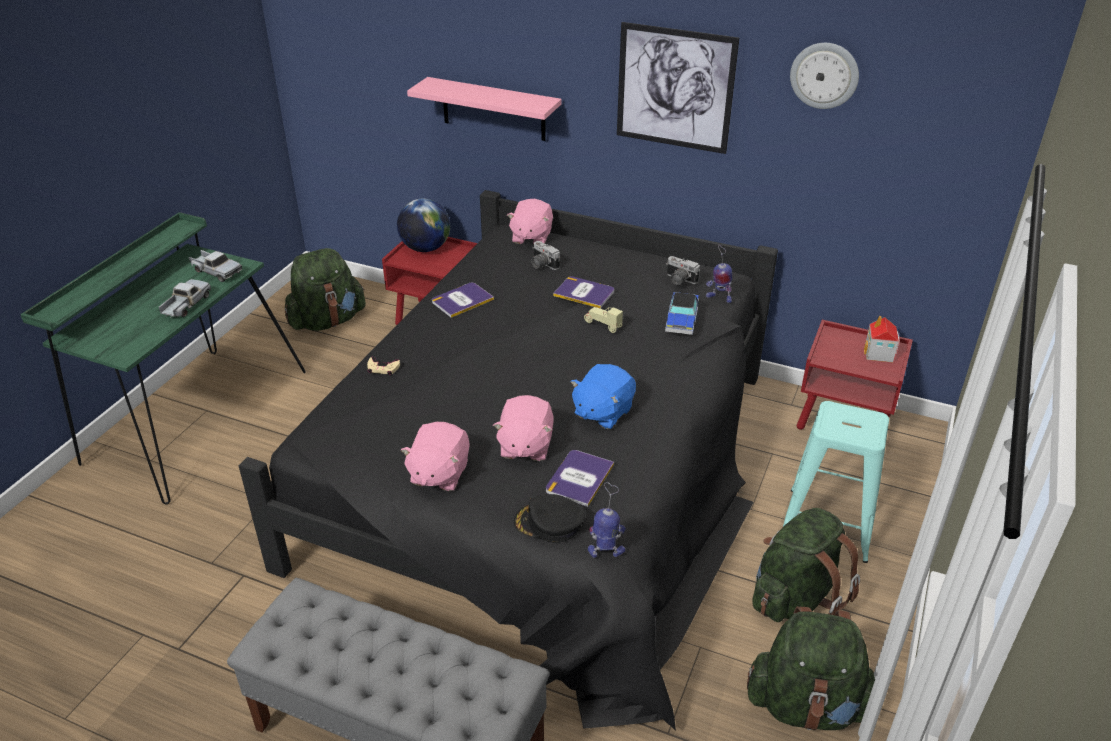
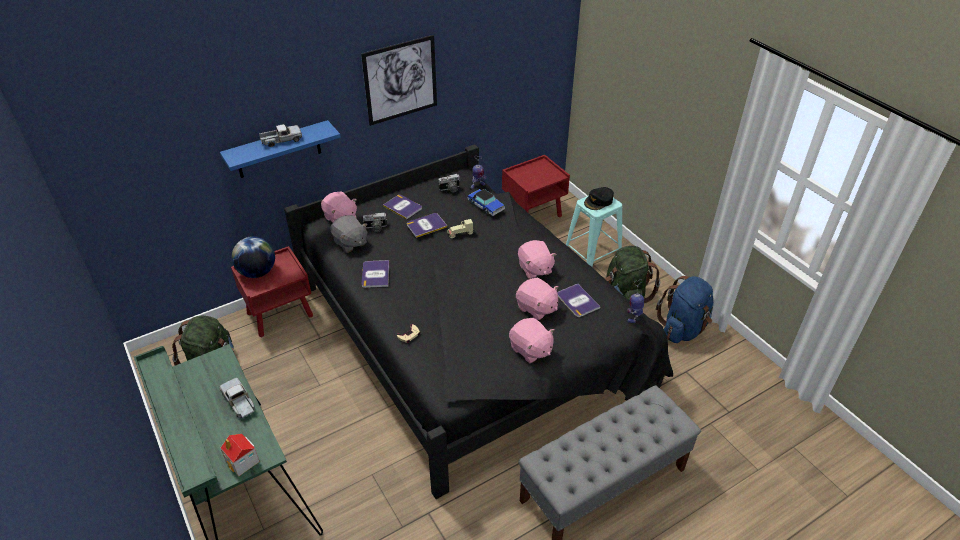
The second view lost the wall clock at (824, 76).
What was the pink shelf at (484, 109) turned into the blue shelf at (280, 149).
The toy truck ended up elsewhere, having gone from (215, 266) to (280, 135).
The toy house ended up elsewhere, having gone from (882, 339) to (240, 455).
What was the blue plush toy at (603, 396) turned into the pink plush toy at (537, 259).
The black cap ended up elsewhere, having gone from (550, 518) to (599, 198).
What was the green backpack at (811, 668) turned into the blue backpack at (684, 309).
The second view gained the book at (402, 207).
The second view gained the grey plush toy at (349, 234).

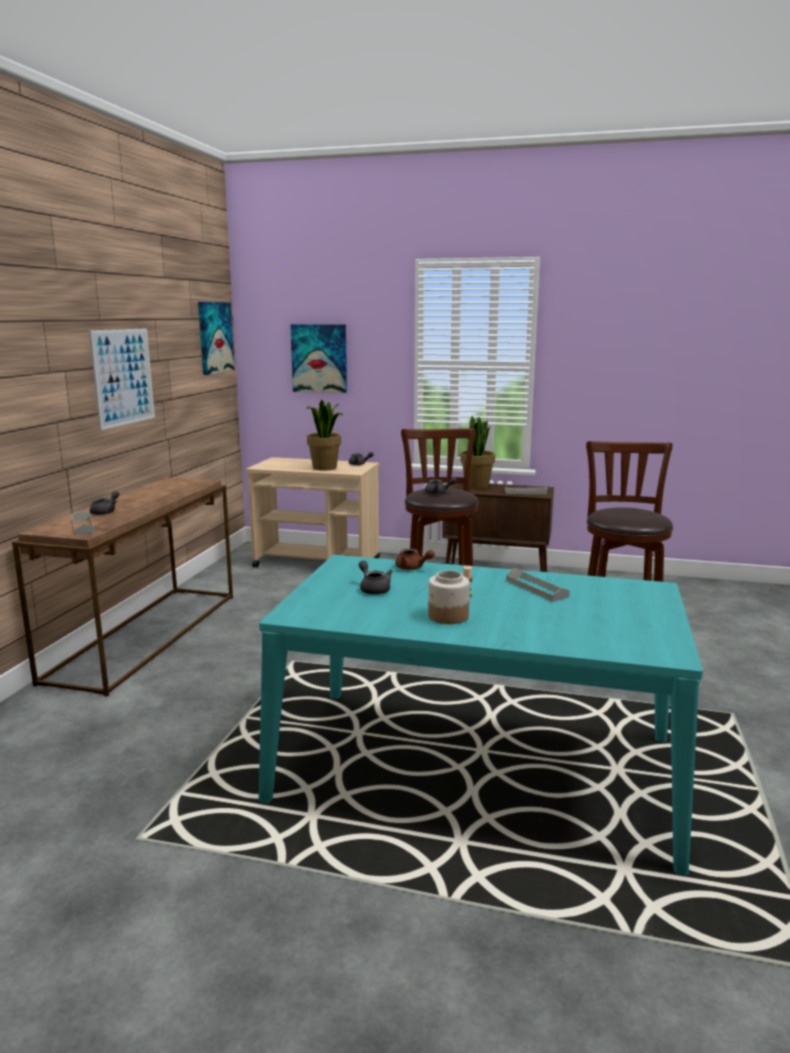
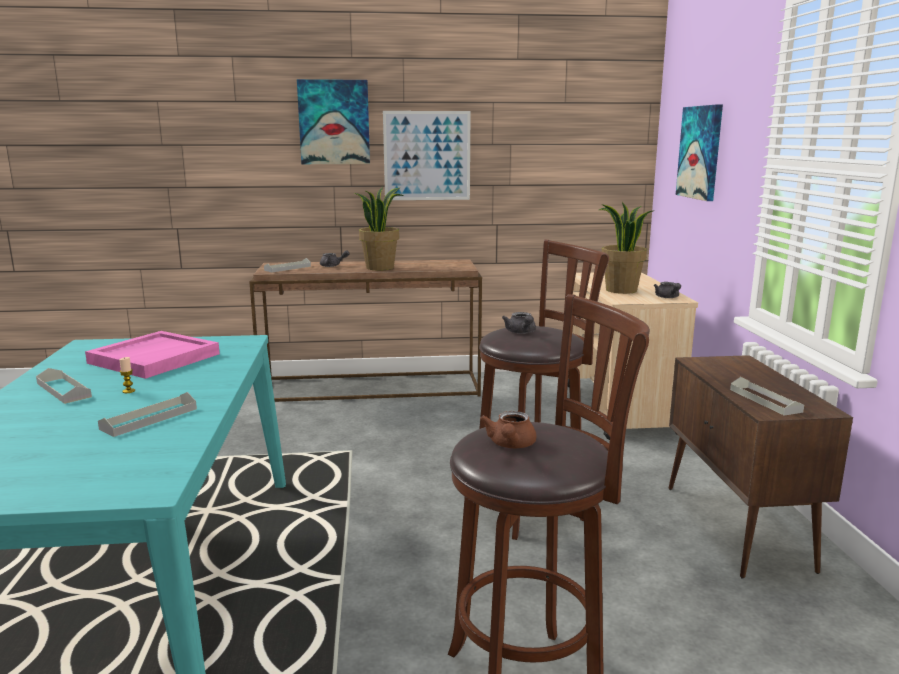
The picture ended up elsewhere, having gone from (216, 338) to (333, 121).
The potted plant ended up elsewhere, having gone from (477, 452) to (379, 228).
The brown teapot ended up elsewhere, having gone from (415, 559) to (508, 429).
Where the grey teapot stood at (376, 577), the pink tray came to stand at (152, 355).
Where the jar stood at (449, 597), the grey tray came to stand at (64, 386).

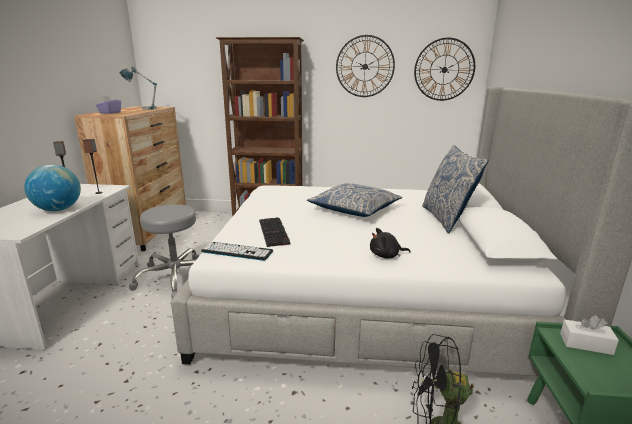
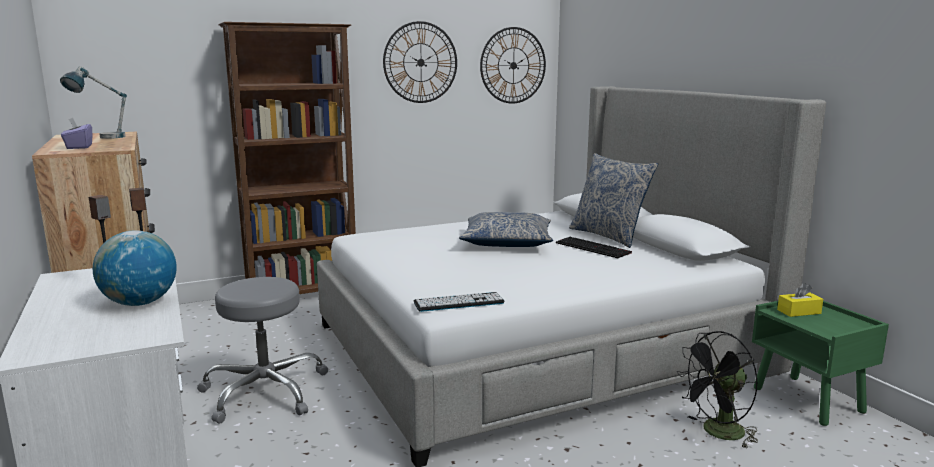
The keyboard ended up elsewhere, having gone from (274, 232) to (594, 247).
The second view lost the black plush toy at (390, 243).
What was the white tissue box at (589, 335) turned into the yellow tissue box at (800, 300).

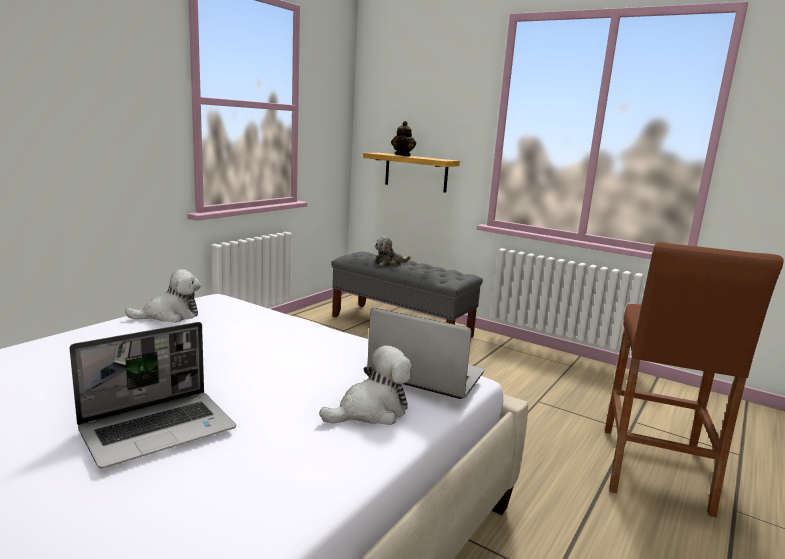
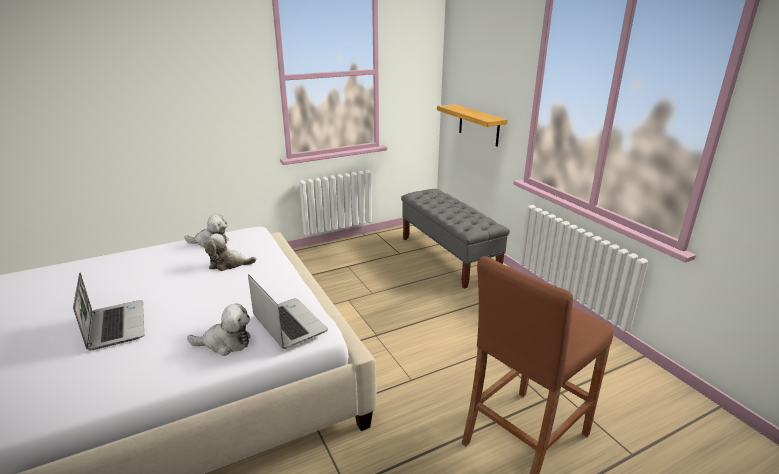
The second view lost the teapot at (403, 138).
The plush toy ended up elsewhere, having gone from (393, 251) to (230, 252).
The laptop at (152, 395) ended up facing another way, 105 degrees counterclockwise from before.

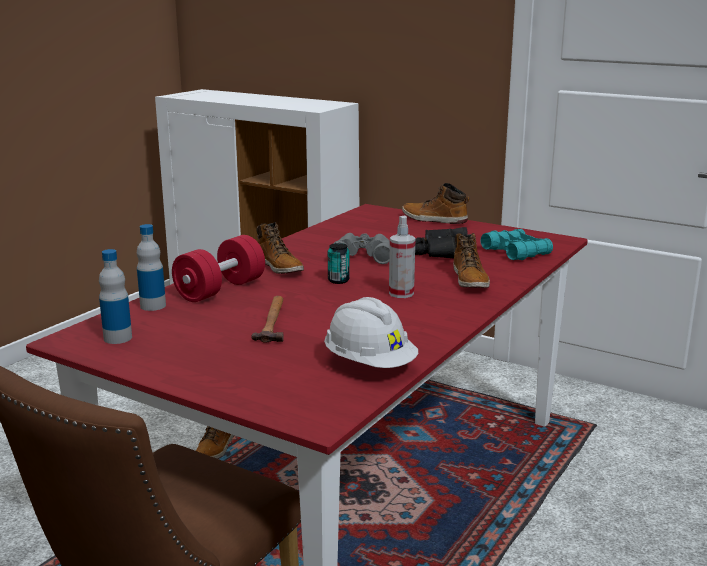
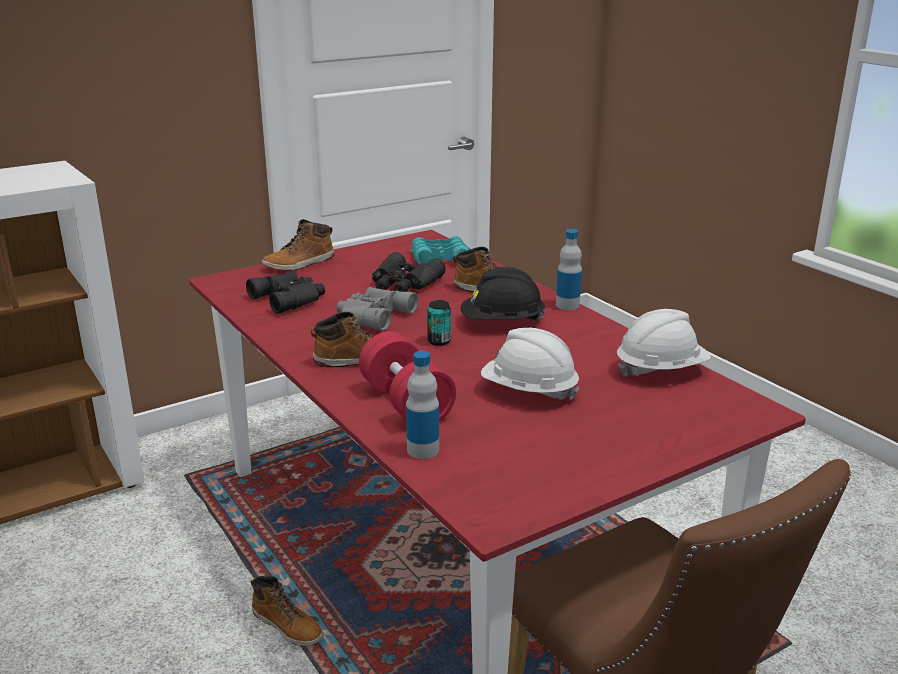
Where the spray bottle stood at (402, 257), the black hard hat came to stand at (503, 294).
The bottle ended up elsewhere, having gone from (115, 296) to (569, 269).
Where the hammer stood at (267, 319), the white hard hat came to stand at (530, 364).
The second view gained the black binoculars at (285, 293).

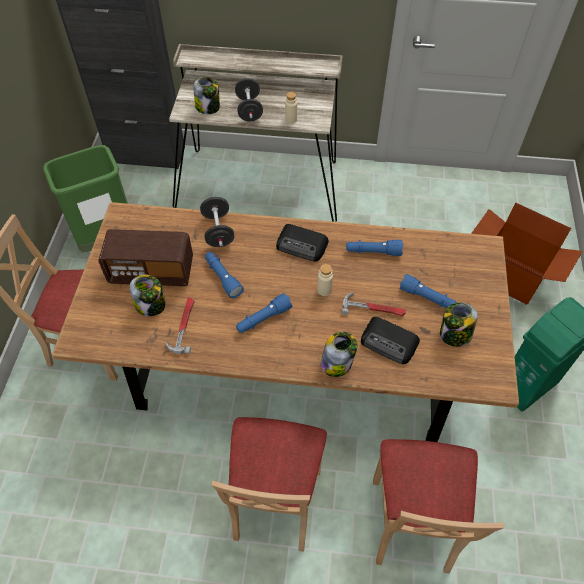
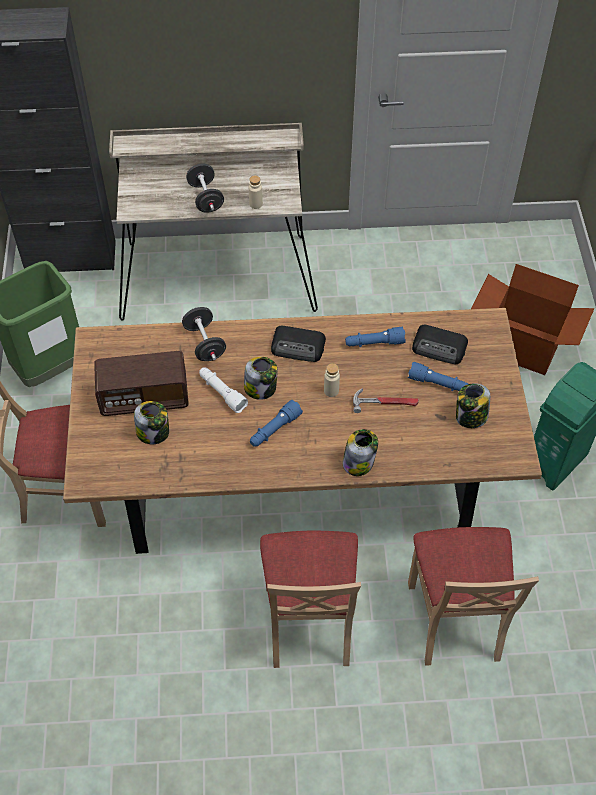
The jar ended up elsewhere, having gone from (206, 95) to (261, 378).
What was the blue flashlight at (224, 275) turned into the white flashlight at (223, 390).
The second view lost the hammer at (180, 325).
The radio ended up elsewhere, having gone from (390, 340) to (440, 345).

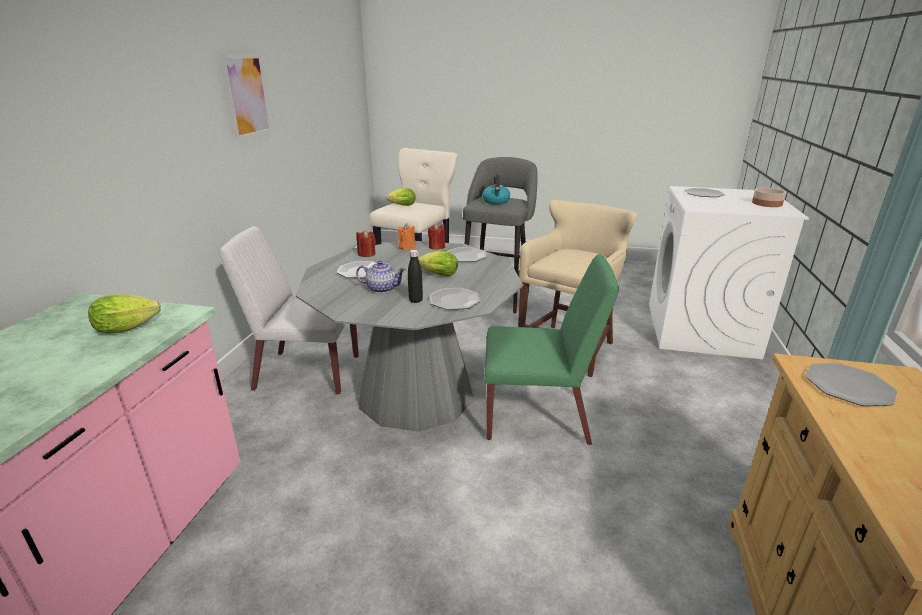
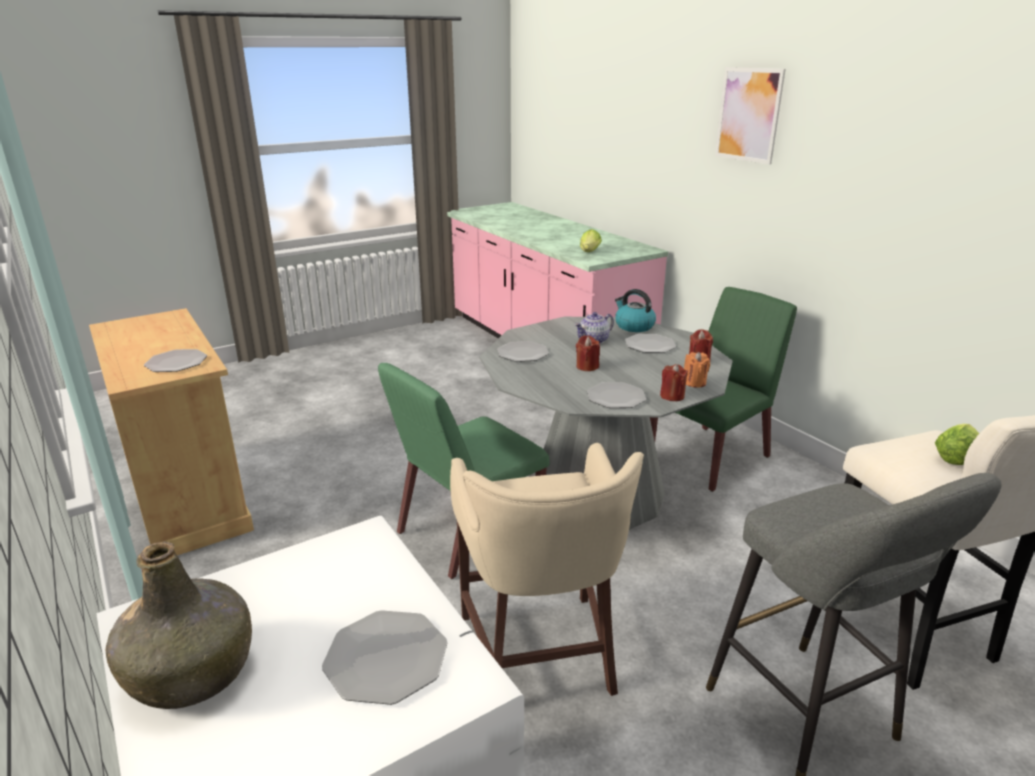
The picture ended up elsewhere, having gone from (246, 97) to (750, 116).
The kettle ended up elsewhere, having gone from (496, 189) to (635, 310).
Where the bowl stood at (769, 197), the green bottle came to stand at (179, 625).
What was the white chair at (289, 310) turned into the green chair at (723, 389).
The second view lost the black bottle at (415, 276).
Where the lettuce stood at (438, 263), the red candle came to stand at (588, 353).

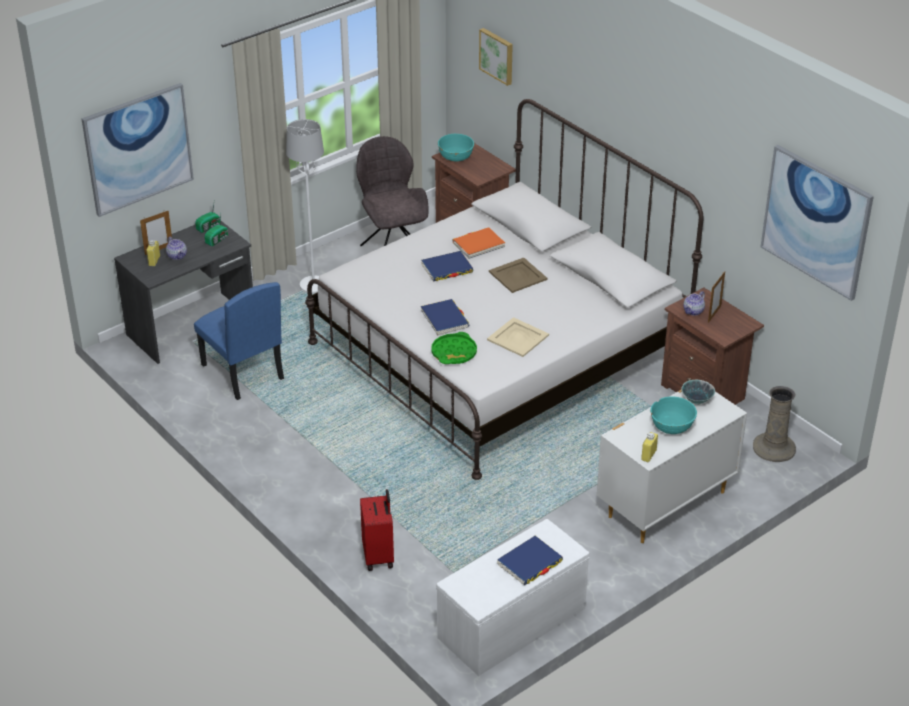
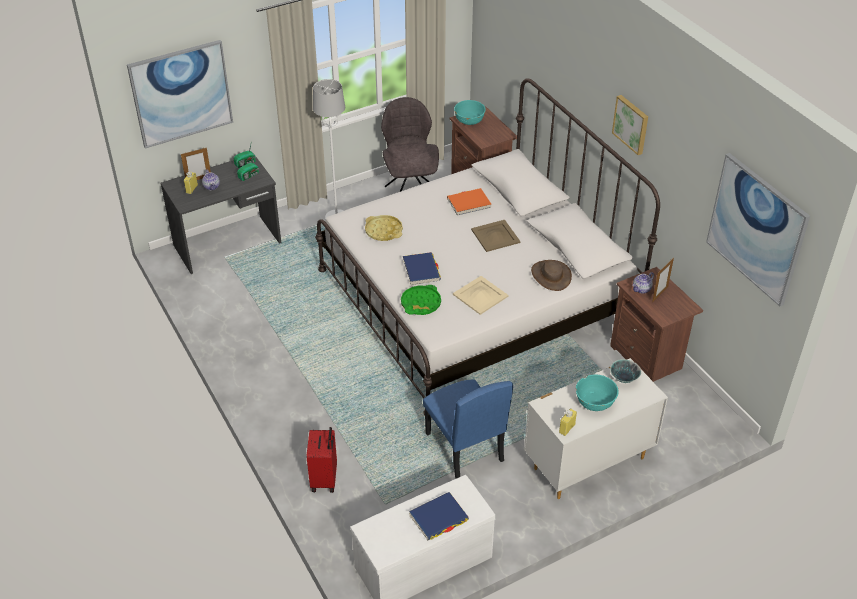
The picture ended up elsewhere, having gone from (496, 57) to (630, 125).
The second view lost the blue book at (447, 266).
The blue chair ended up elsewhere, having gone from (239, 341) to (468, 429).
The second view lost the beige vase at (774, 424).
The second view gained the yellow tray at (384, 228).
The second view gained the brown hat at (551, 275).

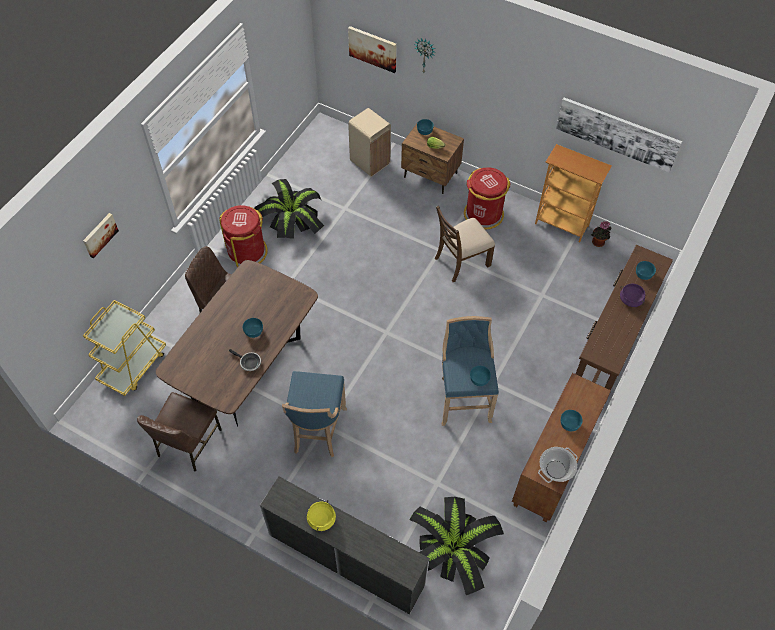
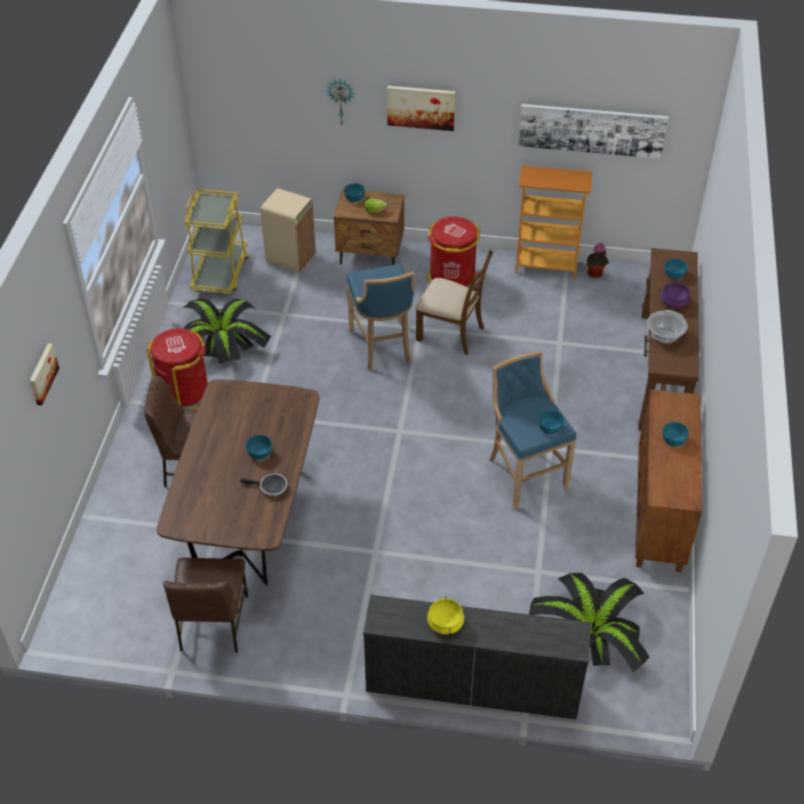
The picture ended up elsewhere, having gone from (372, 49) to (421, 108).
The brown chair at (465, 244) ended up facing another way, 105 degrees counterclockwise from before.
The yellow cart ended up elsewhere, having gone from (124, 348) to (216, 241).
The blue stool ended up elsewhere, having gone from (314, 414) to (380, 317).
The cooking pot ended up elsewhere, having gone from (558, 465) to (667, 326).

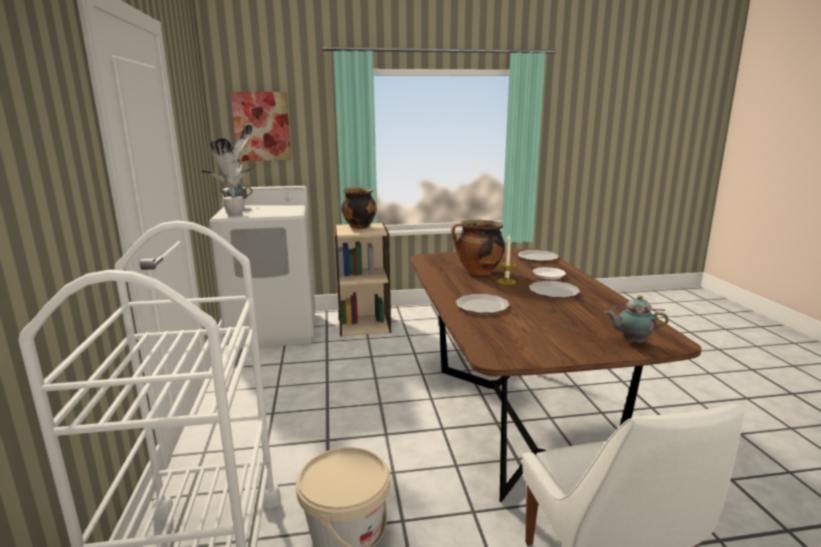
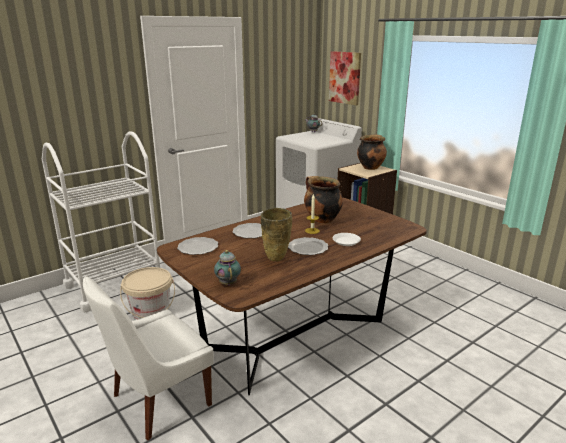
The second view lost the potted plant at (228, 170).
The plate ended up elsewhere, having gone from (538, 256) to (197, 246).
The second view gained the beige vase at (276, 235).

